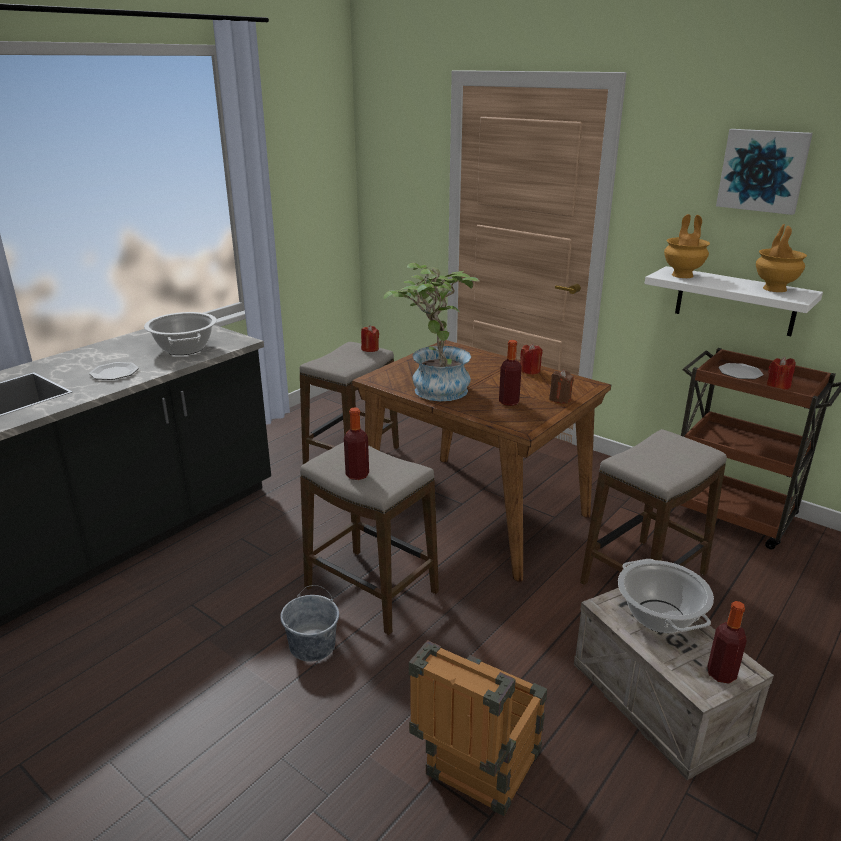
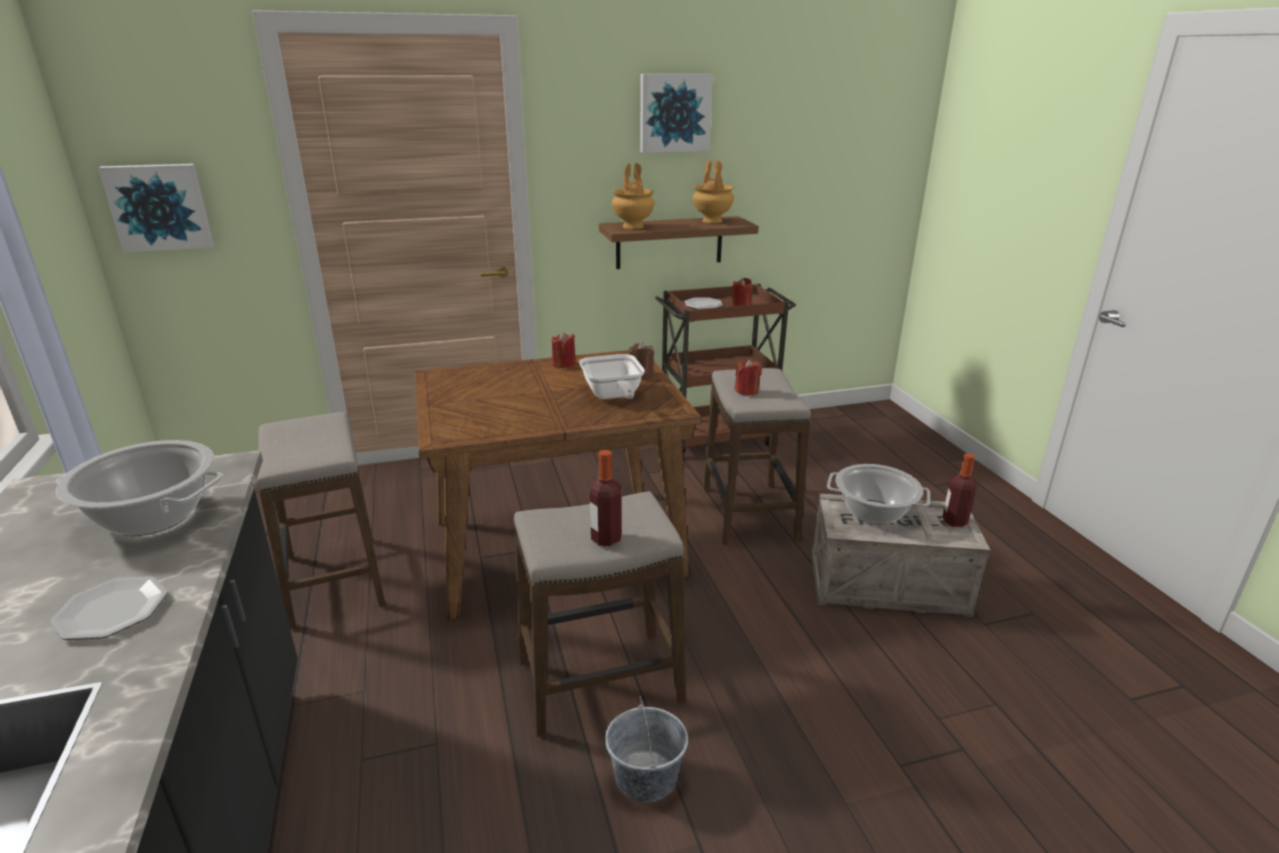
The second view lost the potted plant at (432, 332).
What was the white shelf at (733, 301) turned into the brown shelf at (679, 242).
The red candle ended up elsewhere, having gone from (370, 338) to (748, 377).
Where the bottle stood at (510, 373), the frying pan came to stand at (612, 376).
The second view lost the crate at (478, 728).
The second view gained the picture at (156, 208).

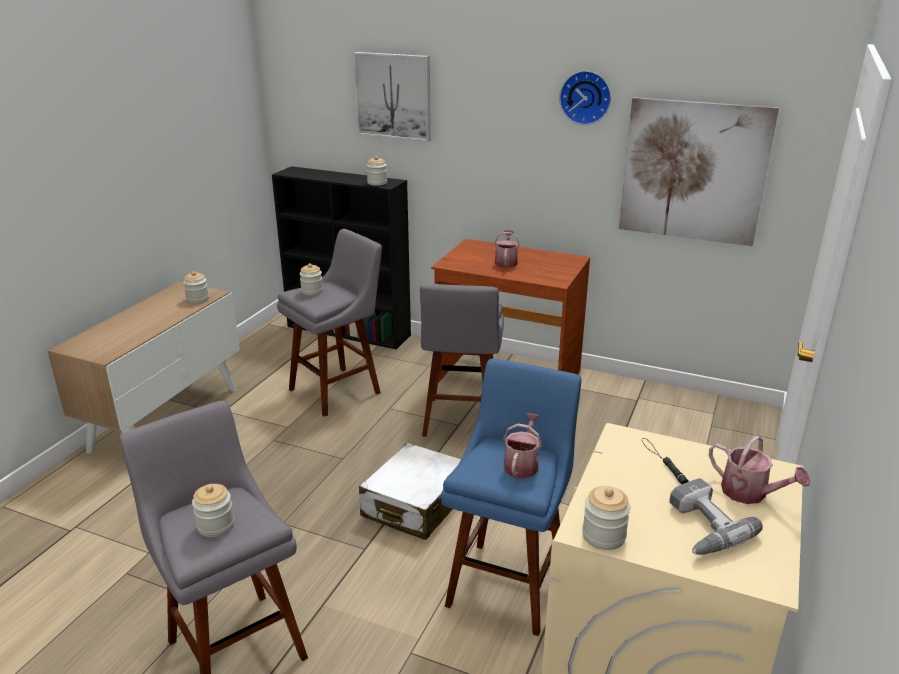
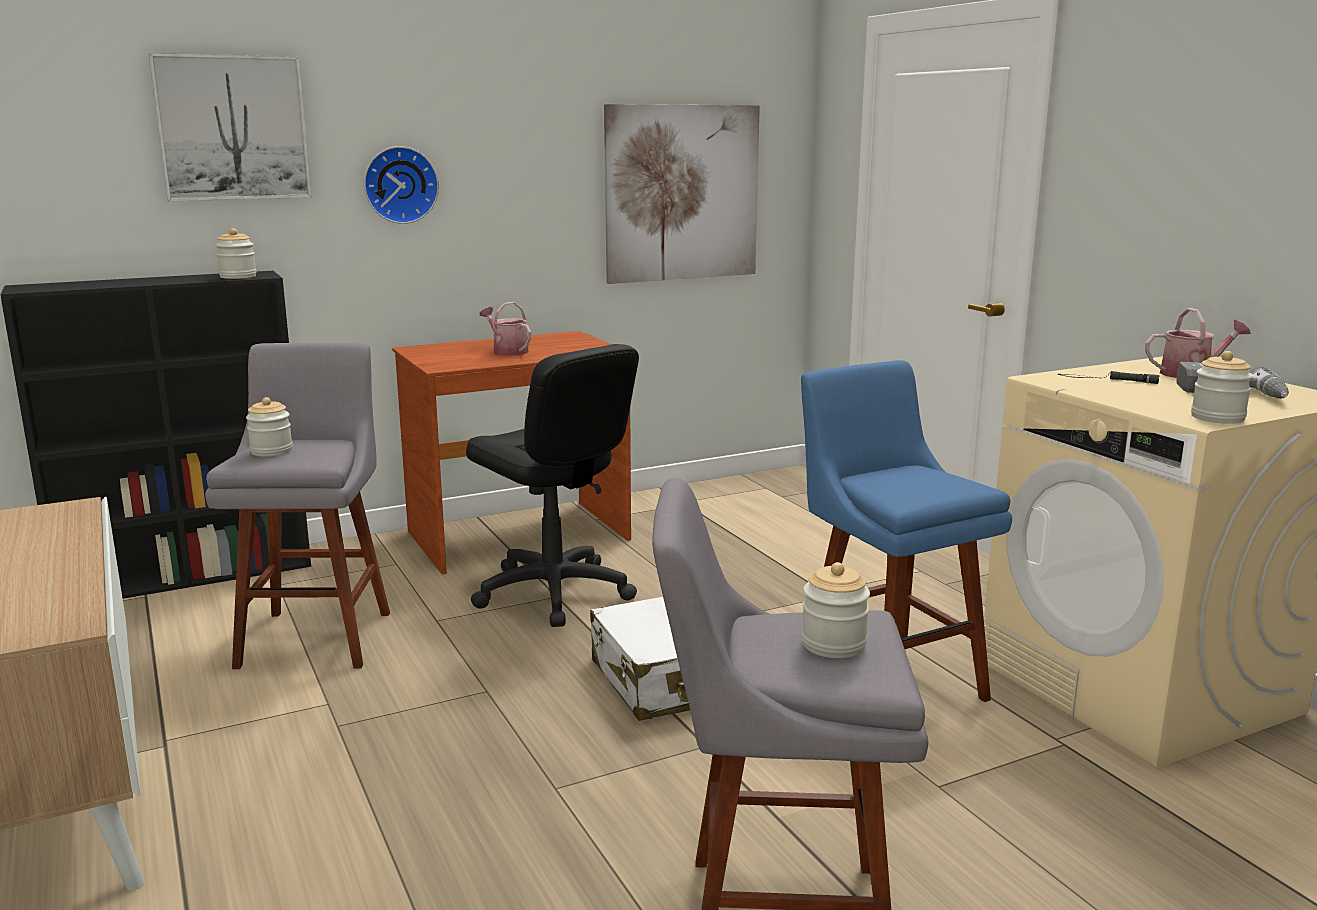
The wall clock ended up elsewhere, having gone from (585, 98) to (401, 185).
The second view lost the jar at (196, 287).
Where the grey stool stood at (462, 360), the black office chair came to stand at (552, 485).
The second view lost the watering can at (522, 446).

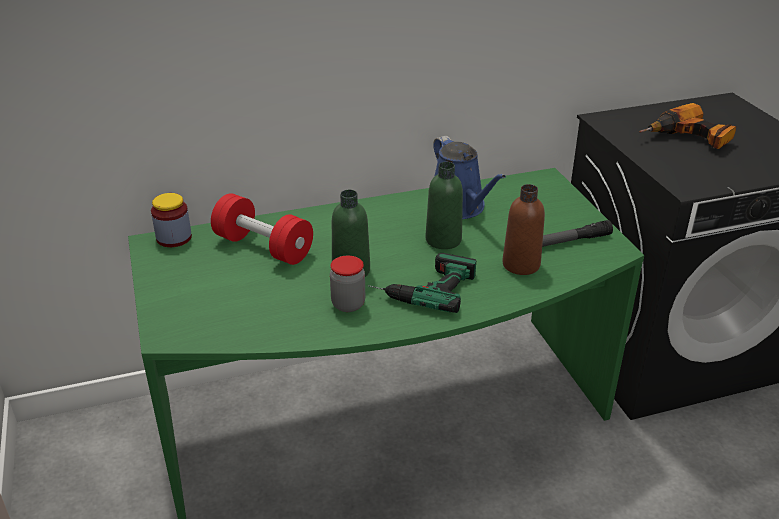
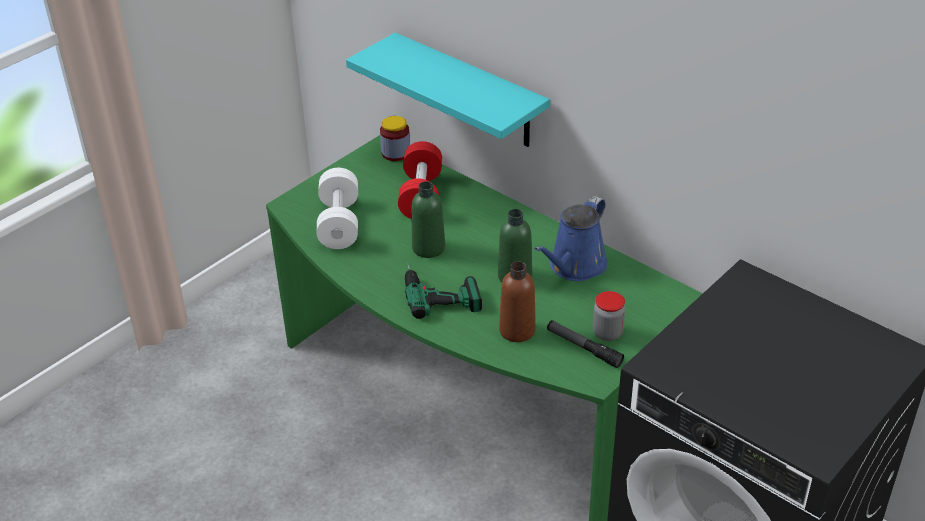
The second view lost the power drill at (687, 126).
The jar ended up elsewhere, having gone from (347, 284) to (609, 316).
The second view gained the turquoise shelf at (448, 90).
The second view gained the white dumbbell at (337, 208).

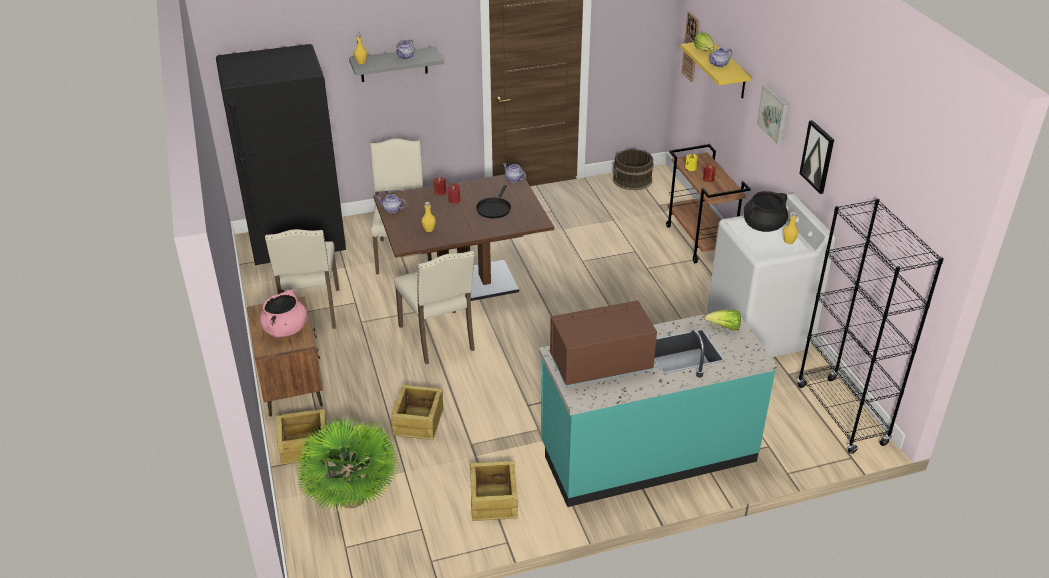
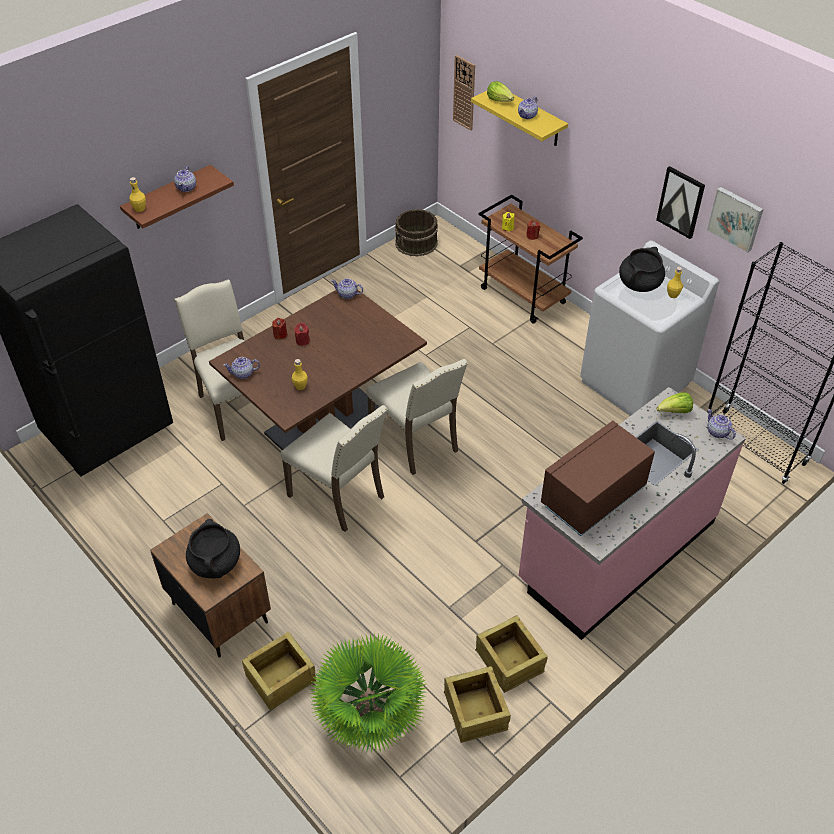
What was the grey shelf at (396, 64) turned into the brown shelf at (177, 197).
The picture ended up elsewhere, having gone from (773, 114) to (735, 220).
The second view lost the black frying pan at (493, 201).
The beige chair ended up elsewhere, having gone from (302, 279) to (417, 417).
What was the pink cooking pot at (283, 313) turned into the black cooking pot at (213, 549).
What was the turquoise counter at (658, 407) turned into the pink counter at (632, 513).
The crate ended up elsewhere, having gone from (417, 412) to (477, 704).
The second view gained the teapot at (721, 424).

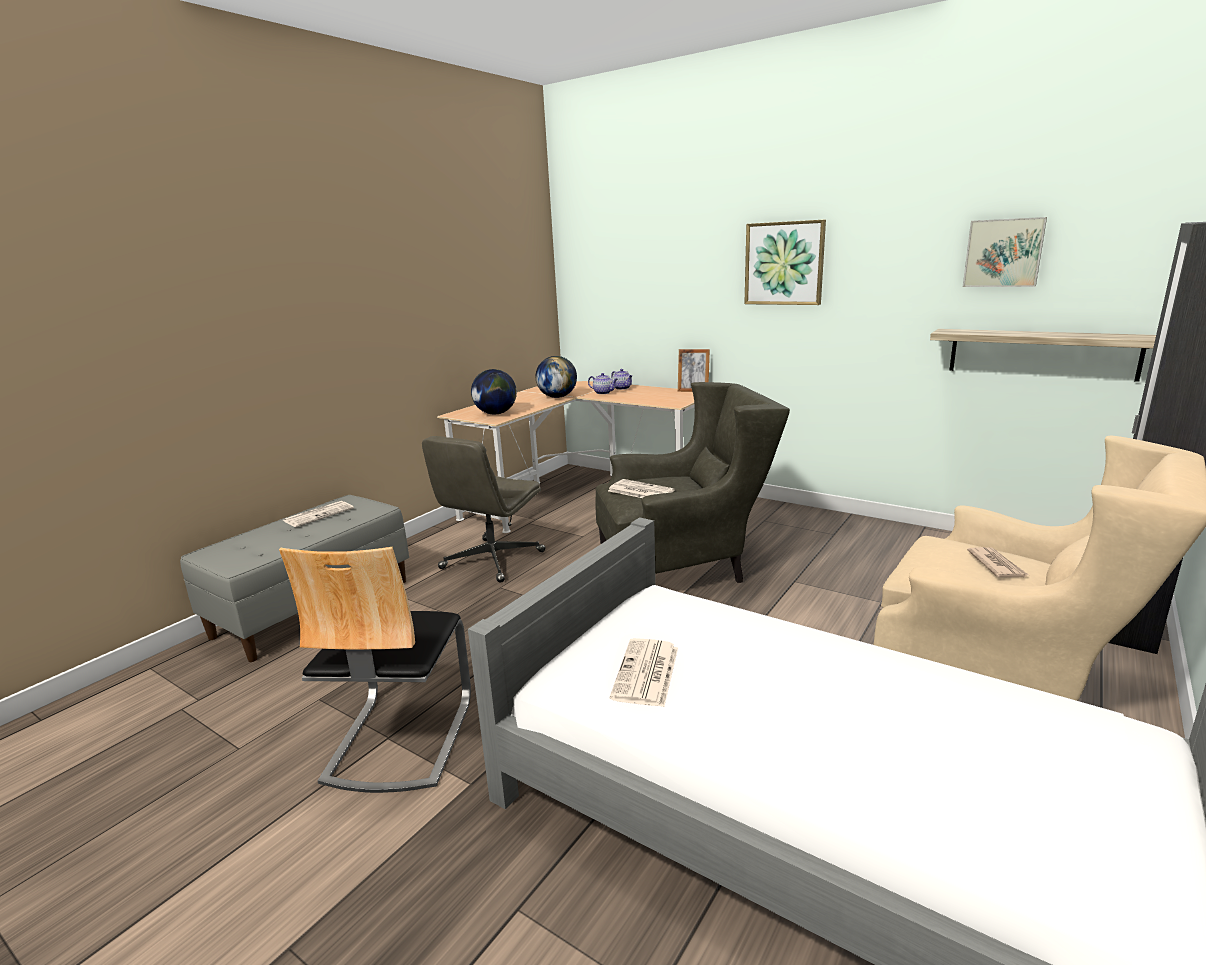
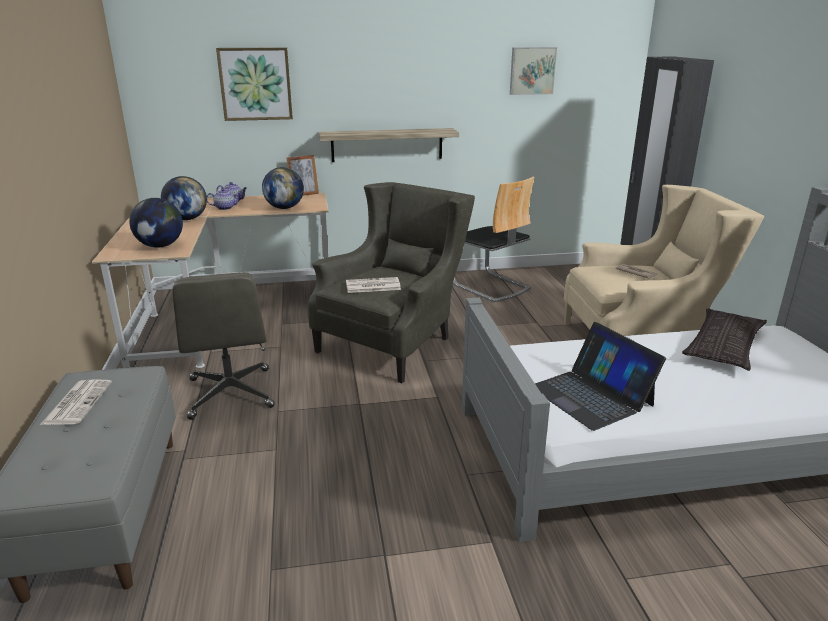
The picture ended up elsewhere, having gone from (785, 262) to (254, 84).
The shelf ended up elsewhere, having gone from (1043, 355) to (389, 145).
The chair ended up elsewhere, having gone from (375, 670) to (493, 239).
Where the newspaper stood at (644, 672), the laptop came to stand at (600, 376).
The second view gained the globe at (283, 188).
The second view gained the pillow at (724, 339).

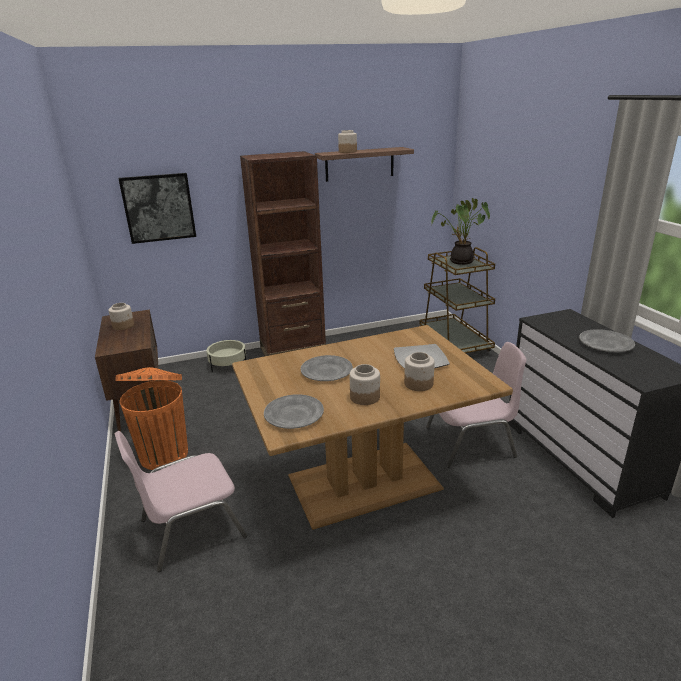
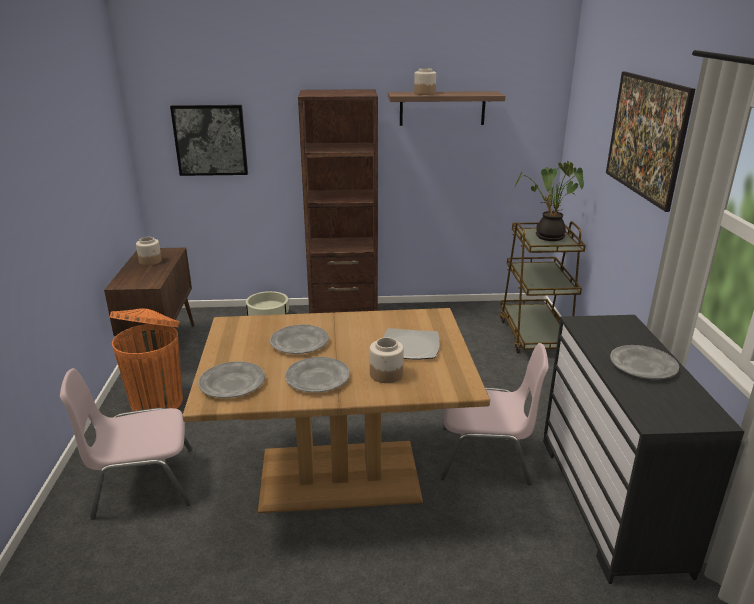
Where the jar stood at (365, 384), the grey plate came to stand at (317, 375).
The second view gained the picture at (650, 142).

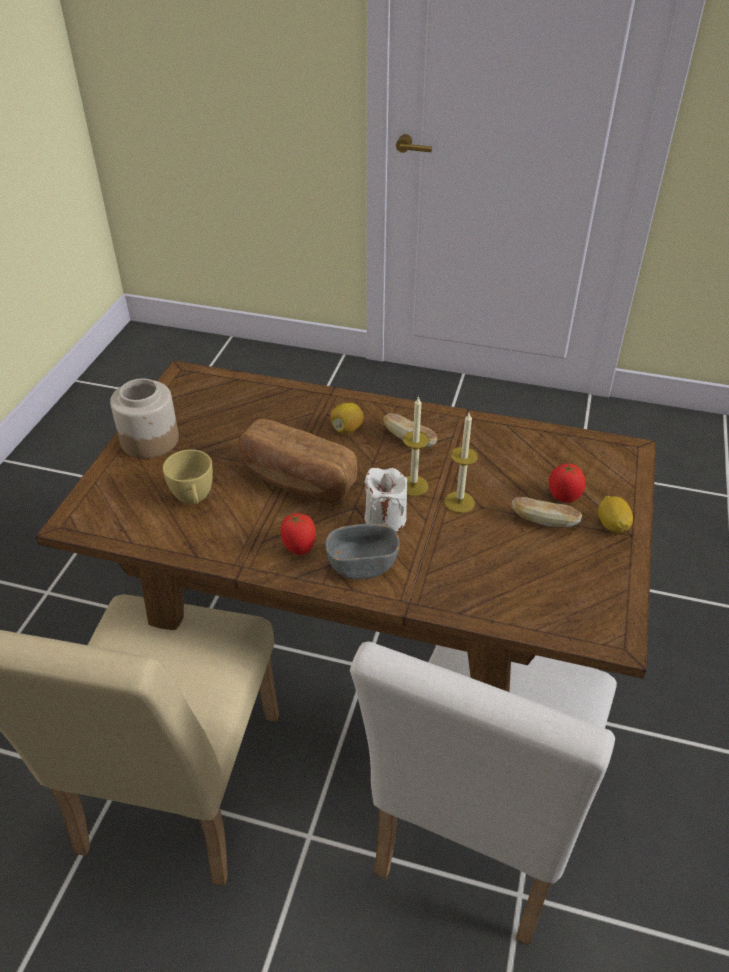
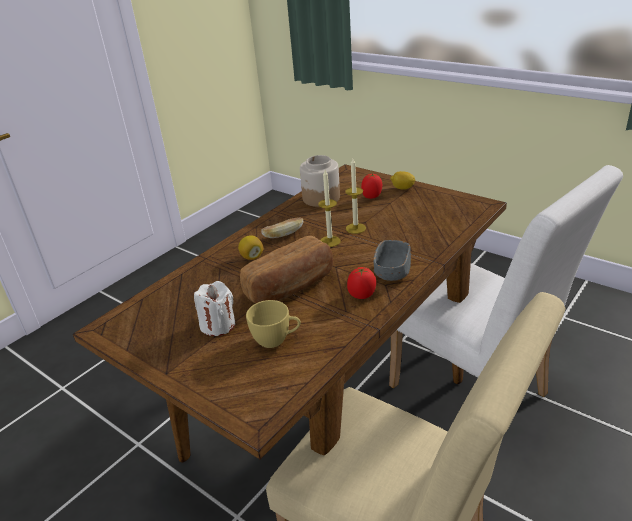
The jar ended up elsewhere, having gone from (144, 418) to (320, 181).
The white candle ended up elsewhere, having gone from (385, 500) to (214, 308).
The second view lost the bread at (547, 512).

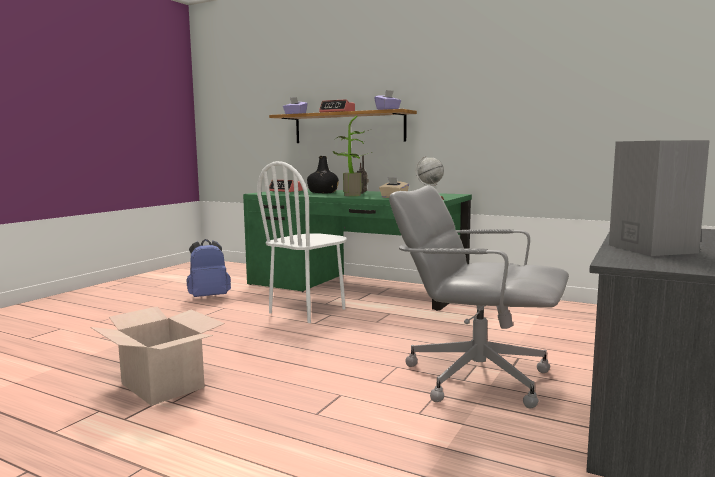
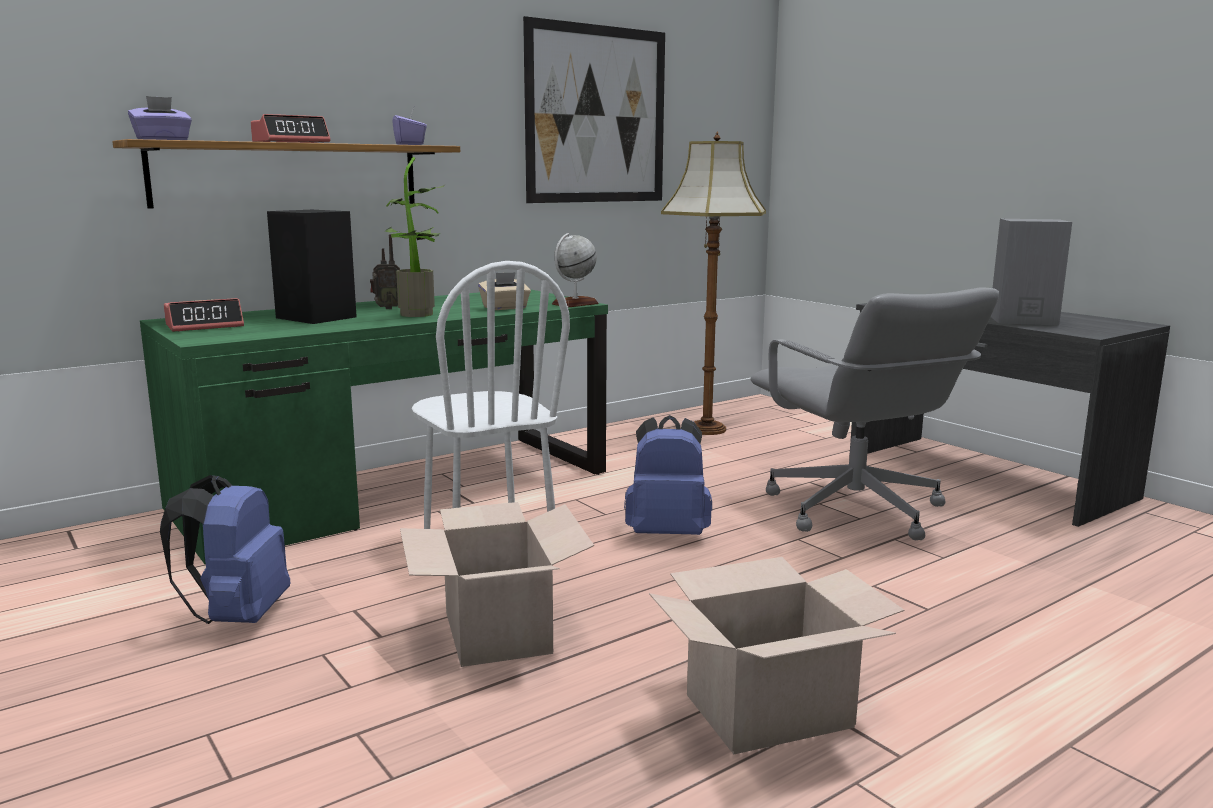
Where the black bottle stood at (323, 174), the black speaker came to stand at (312, 267).
The grey office chair at (479, 296) ended up facing another way, 75 degrees counterclockwise from before.
The second view gained the picture at (594, 109).
The second view gained the floor lamp at (713, 283).
The second view gained the blue backpack at (668, 475).
The second view gained the cardboard box at (497, 584).

